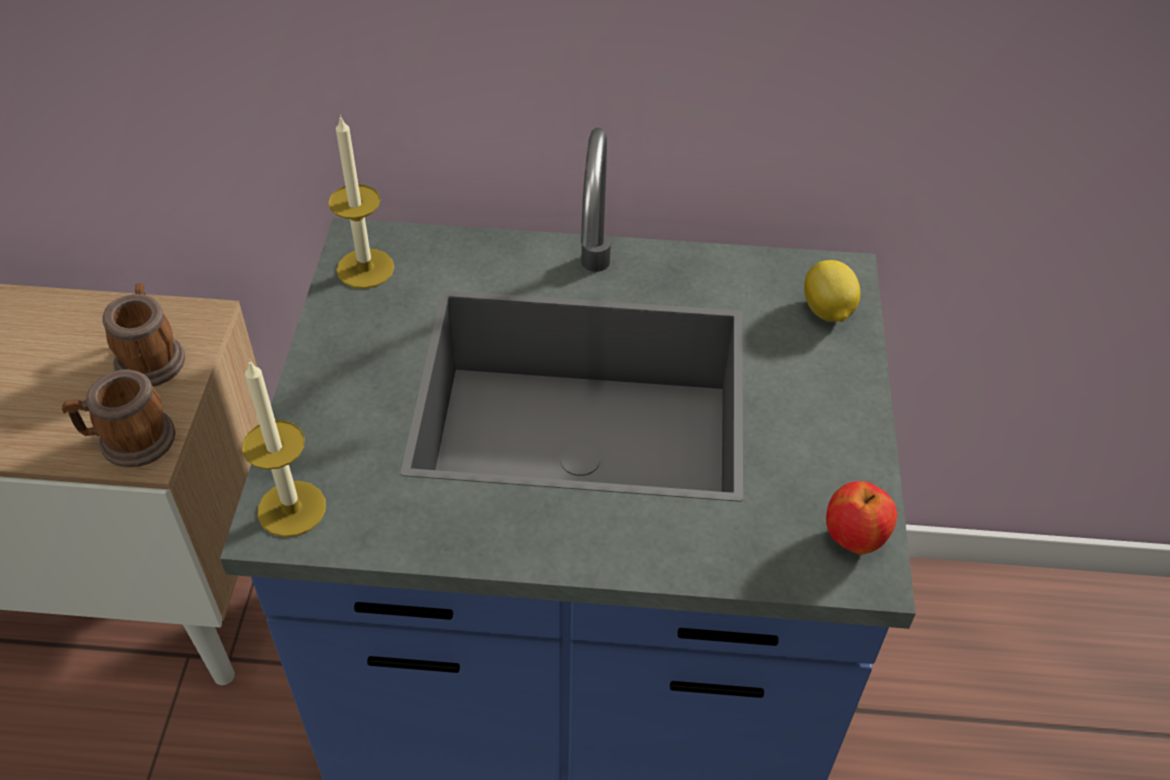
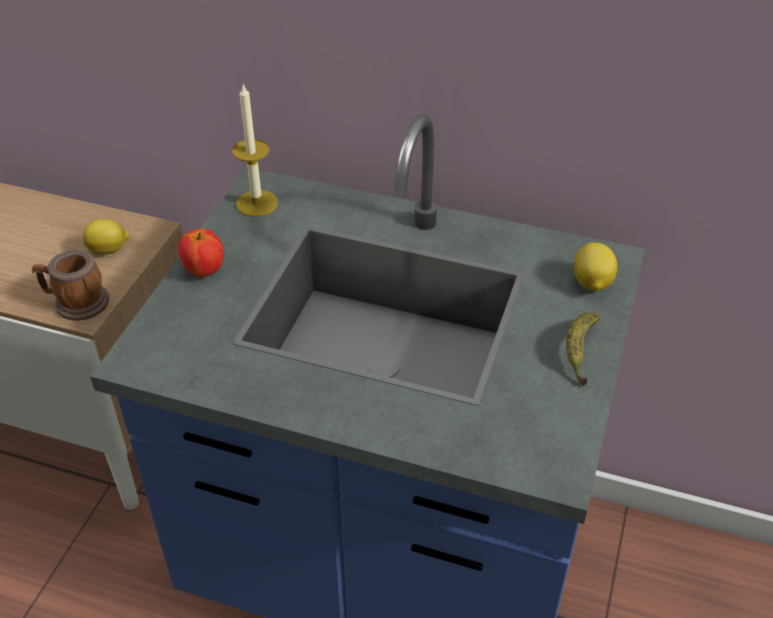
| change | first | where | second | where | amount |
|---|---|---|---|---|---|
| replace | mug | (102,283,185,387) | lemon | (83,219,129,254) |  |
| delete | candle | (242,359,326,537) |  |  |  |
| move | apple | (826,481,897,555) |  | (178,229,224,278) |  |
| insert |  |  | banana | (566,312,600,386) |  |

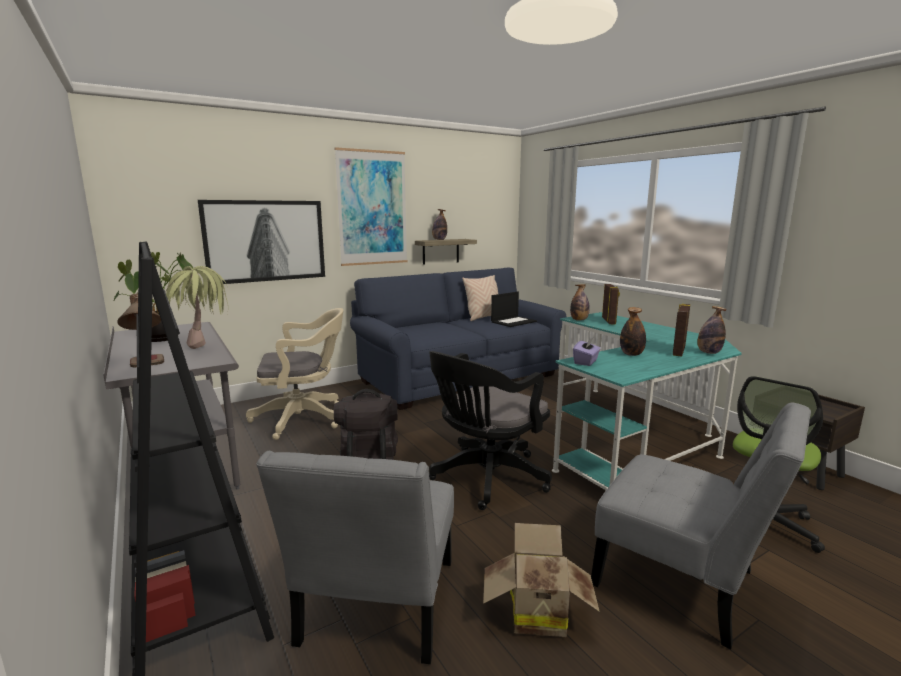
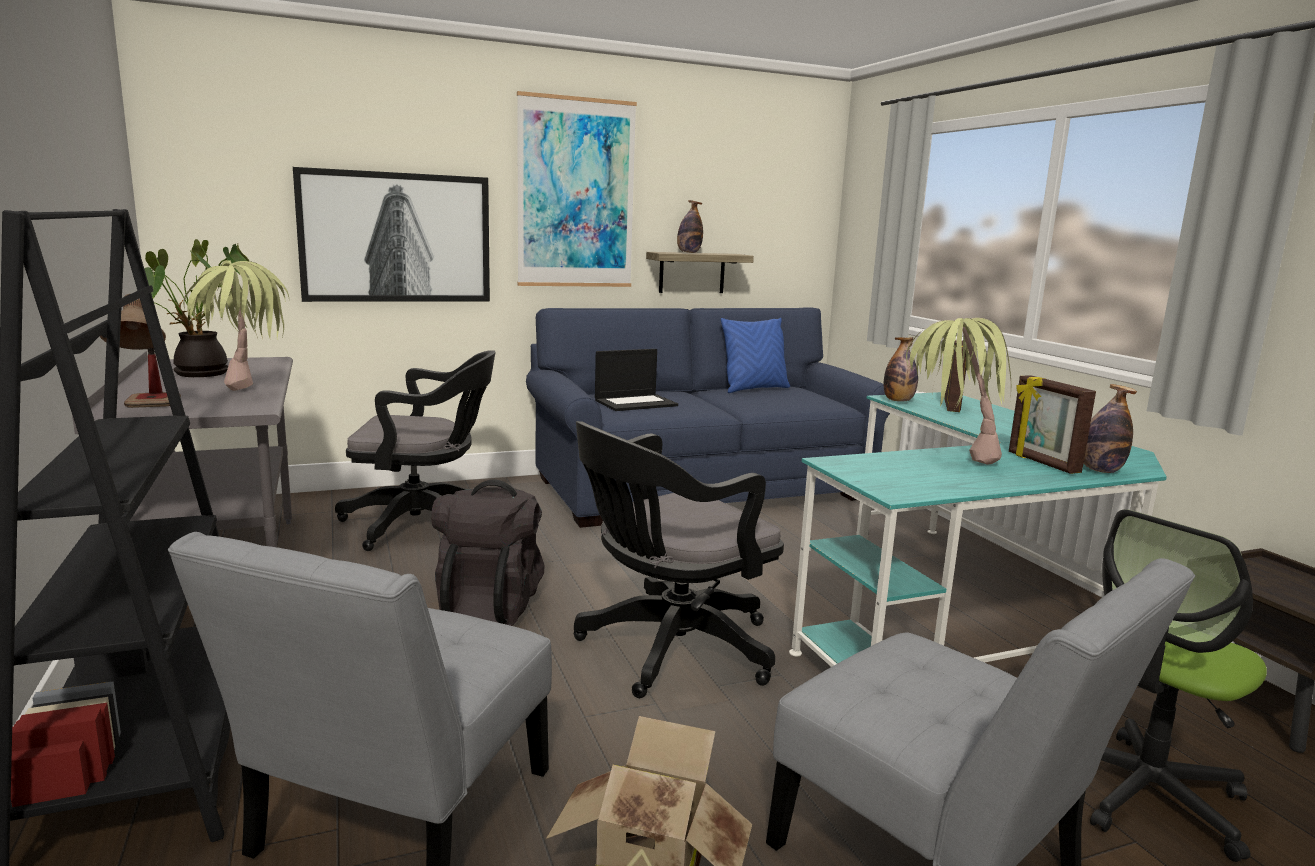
| change | first | where | second | where | amount |
|---|---|---|---|---|---|
| recolor | beige office chair | (246,308,343,440) | black office chair | (335,350,495,551) |  |
| recolor | beige pillow | (462,275,498,321) | blue pillow | (721,318,790,393) |  |
| move | laptop | (491,292,537,327) |  | (595,349,678,411) |  |
| delete | purple tissue box | (573,337,601,366) |  |  |  |
| replace | bottle | (620,307,646,356) | potted plant | (906,318,1011,465) |  |
| rotate | picture frame | (673,304,690,357) |  | (1009,375,1096,474) | 60 degrees counterclockwise |

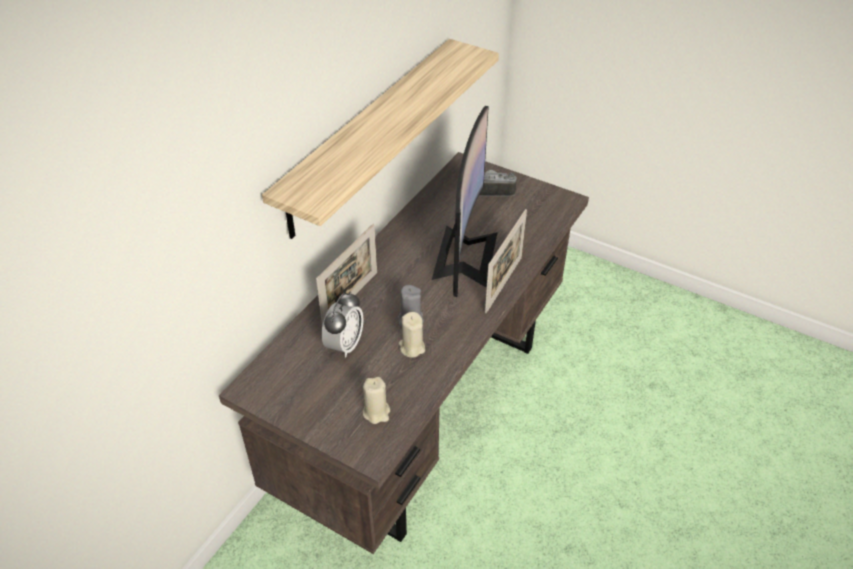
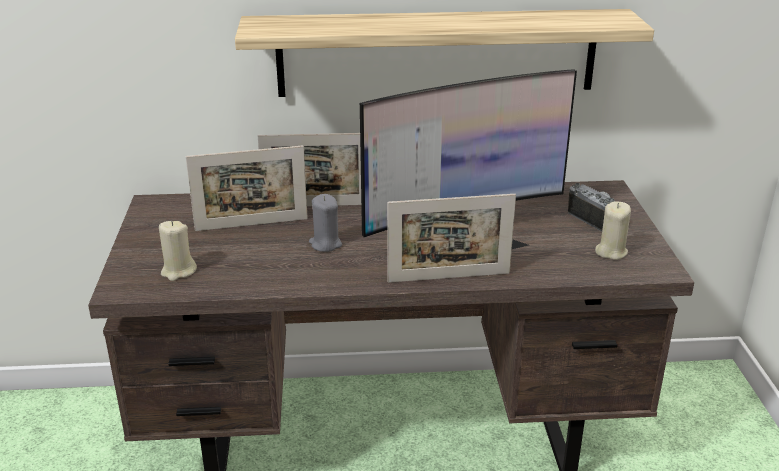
| change | first | where | second | where | amount |
|---|---|---|---|---|---|
| replace | alarm clock | (321,291,364,357) | picture frame | (186,145,308,231) |  |
| move | beige candle | (398,312,425,358) |  | (595,202,631,260) |  |

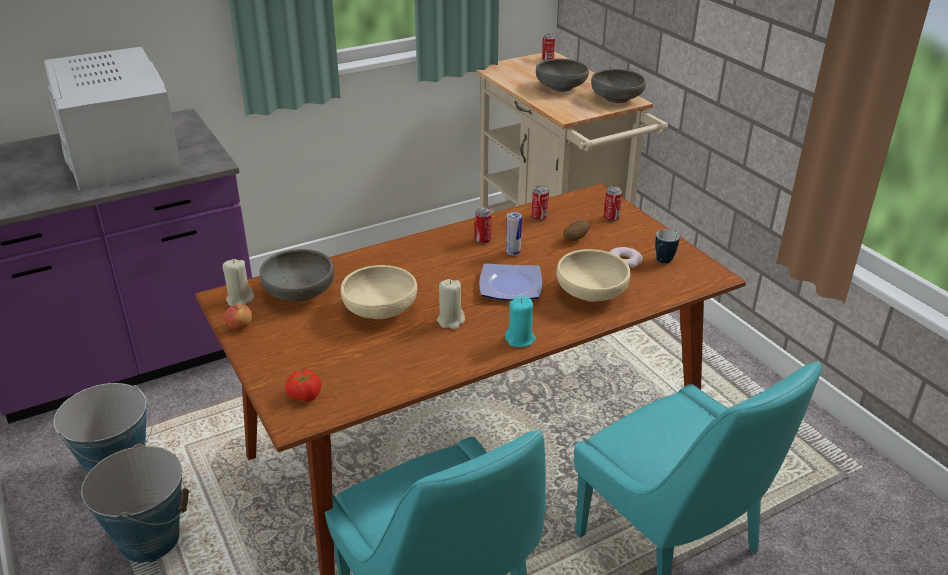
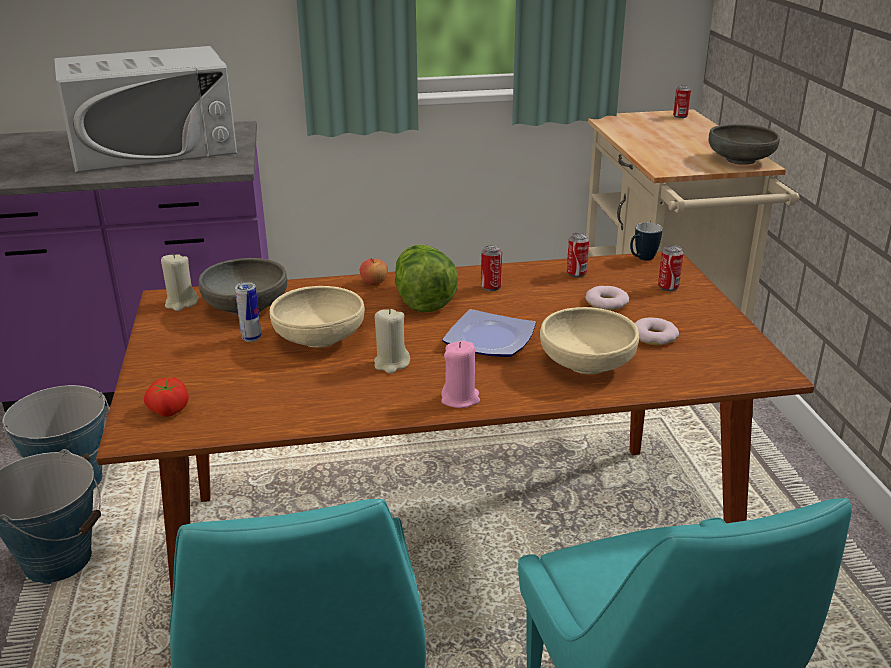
| change | first | where | second | where | amount |
|---|---|---|---|---|---|
| rotate | white microwave | (44,46,182,191) |  | (54,46,237,173) | 105 degrees counterclockwise |
| move | apple | (225,304,252,330) |  | (360,258,388,285) |  |
| recolor | turquoise candle | (505,297,536,347) | pink candle | (441,341,480,408) |  |
| move | can | (506,212,522,256) |  | (235,282,261,342) |  |
| delete | grey bowl | (536,59,589,92) |  |  |  |
| replace | potato | (563,220,590,241) | donut | (586,286,629,310) |  |
| move | mug | (655,229,680,263) |  | (630,222,662,261) |  |
| insert |  |  | lettuce | (395,245,458,312) |  |

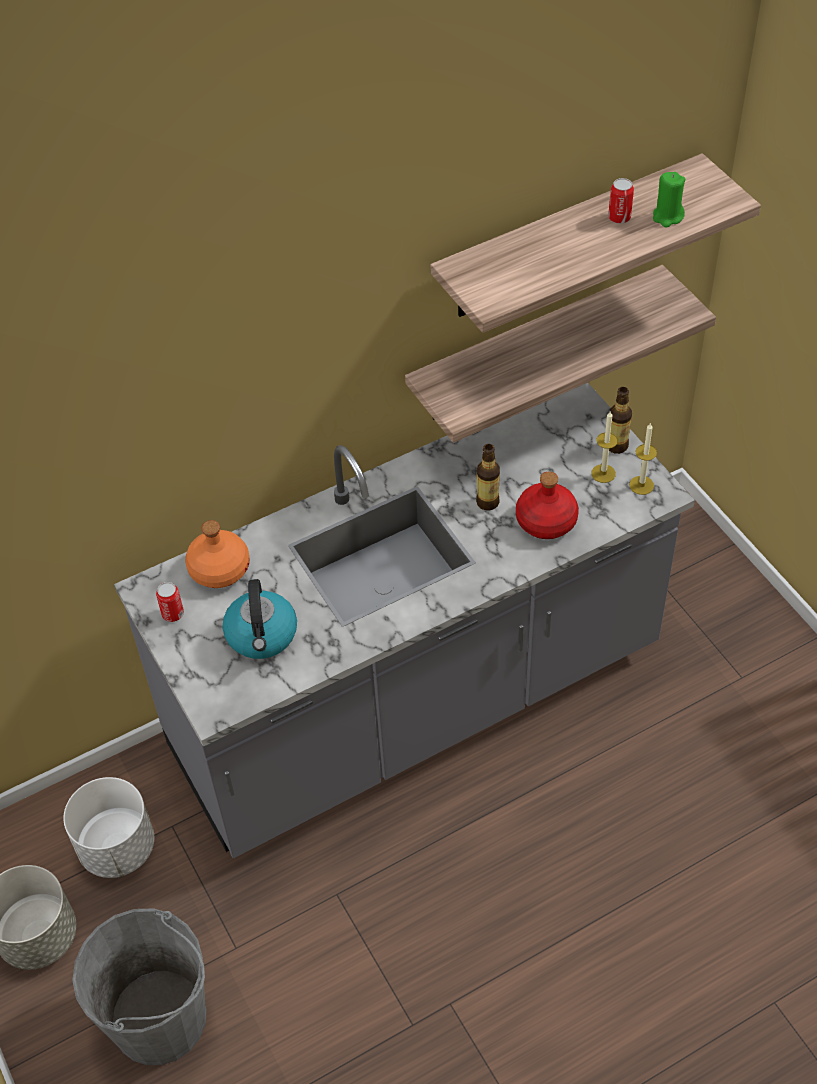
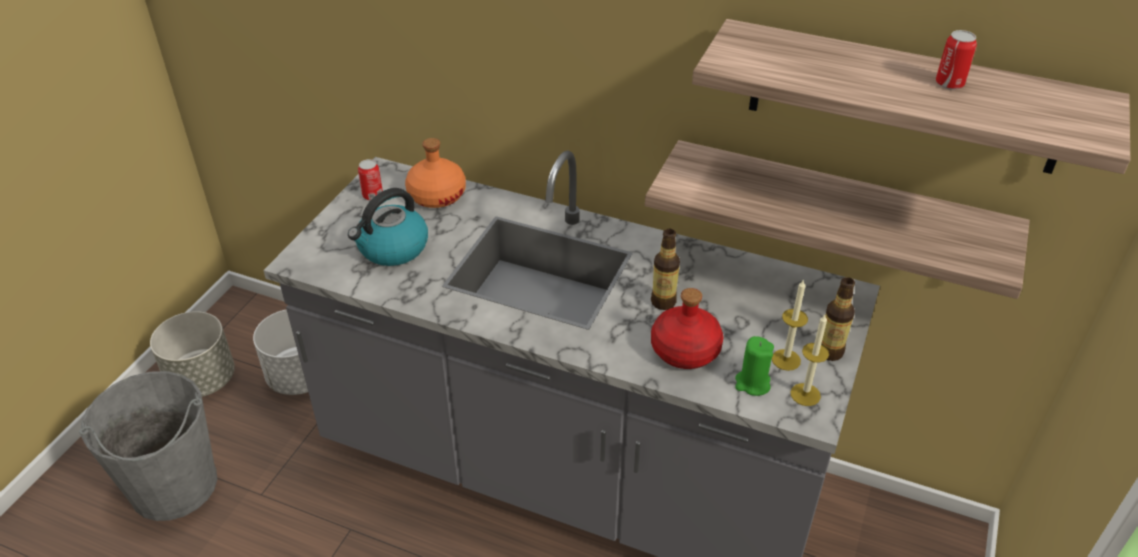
| change | first | where | second | where | amount |
|---|---|---|---|---|---|
| move | green candle | (653,172,685,228) |  | (735,336,774,396) |  |

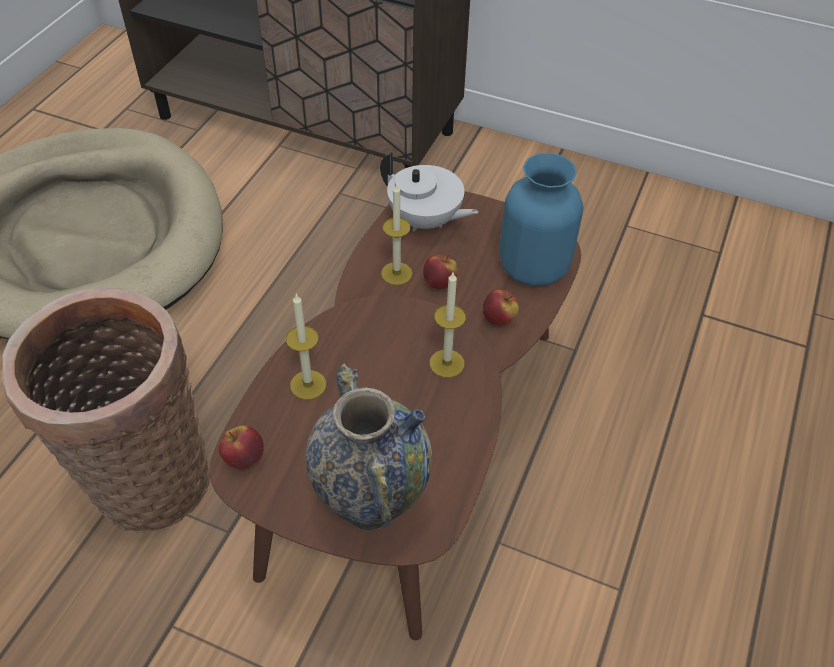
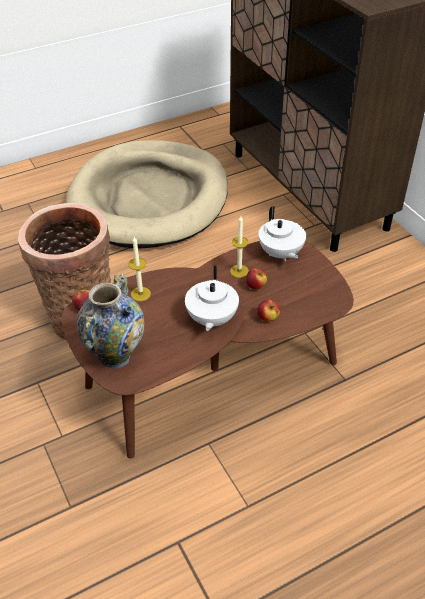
| change | first | where | second | where | amount |
|---|---|---|---|---|---|
| replace | candle | (430,272,466,378) | white teapot | (185,265,239,331) |  |
| delete | blue vase | (499,153,583,286) |  |  |  |

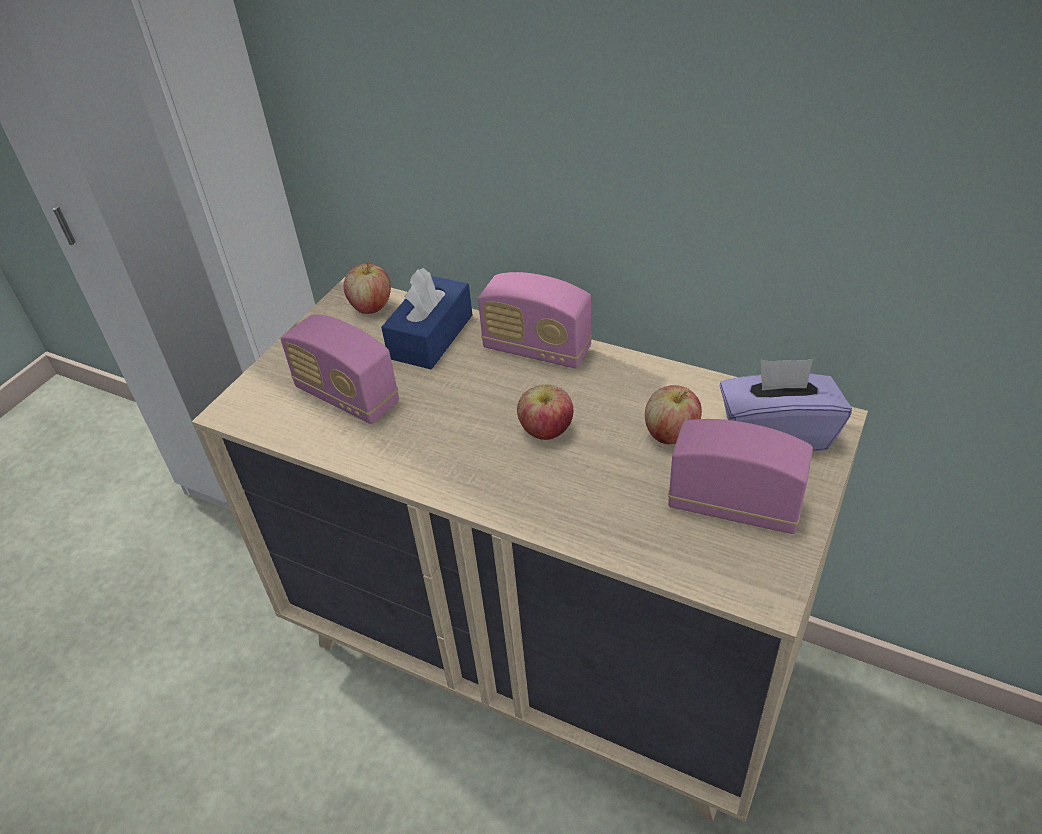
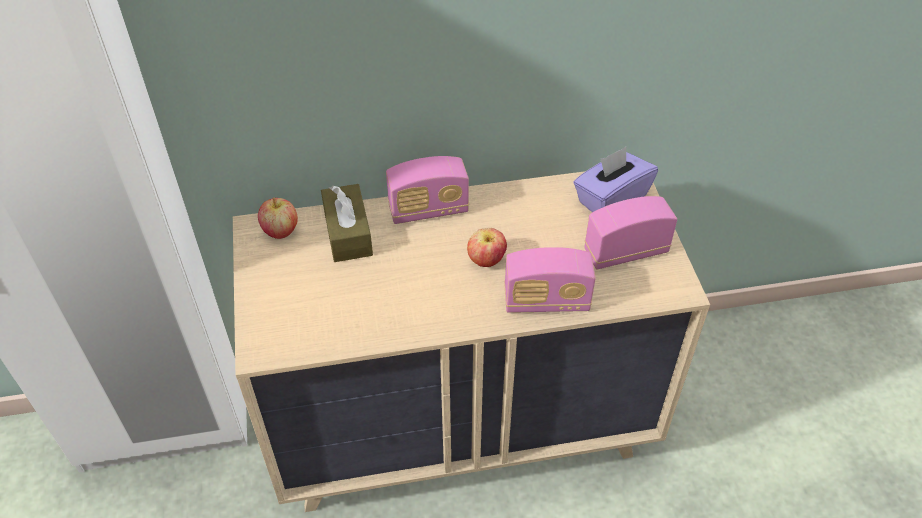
| change | first | where | second | where | amount |
|---|---|---|---|---|---|
| move | radio | (280,315,399,424) |  | (504,247,595,313) |  |
| recolor | blue tissue box | (381,268,472,369) | brown tissue box | (321,184,373,262) |  |
| delete | apple | (645,385,702,444) |  |  |  |

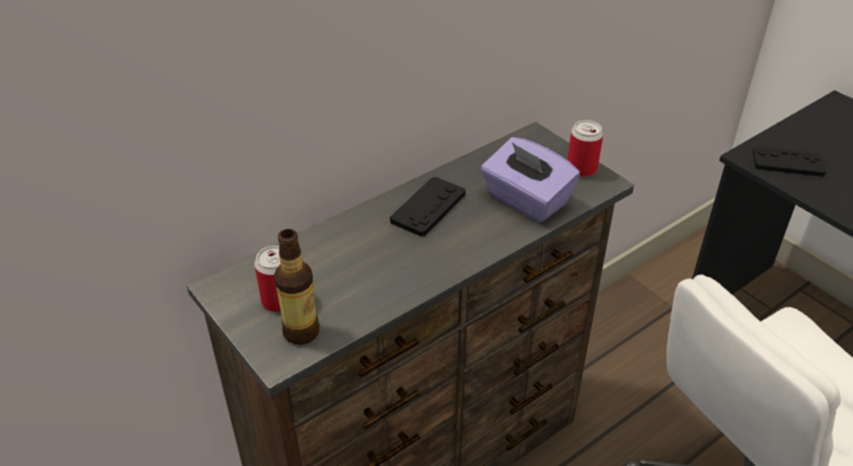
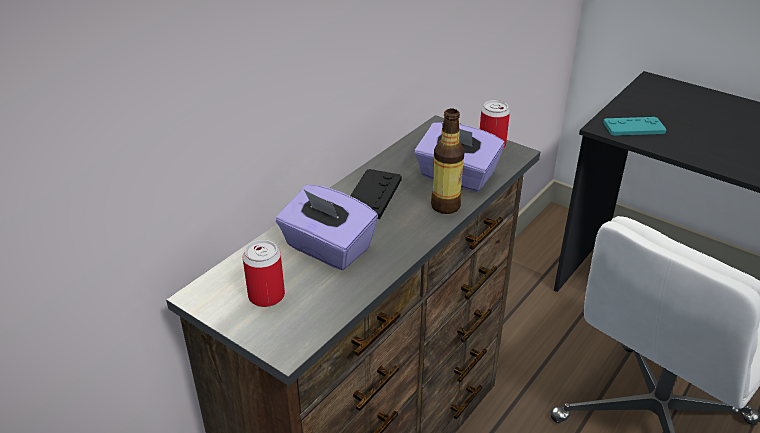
| change | first | where | second | where | amount |
|---|---|---|---|---|---|
| move | bottle | (274,229,319,345) |  | (431,109,465,214) |  |
| recolor | black game controller | (753,146,826,177) | turquoise game controller | (603,117,667,136) |  |
| insert |  |  | purple tissue box | (276,185,378,270) |  |

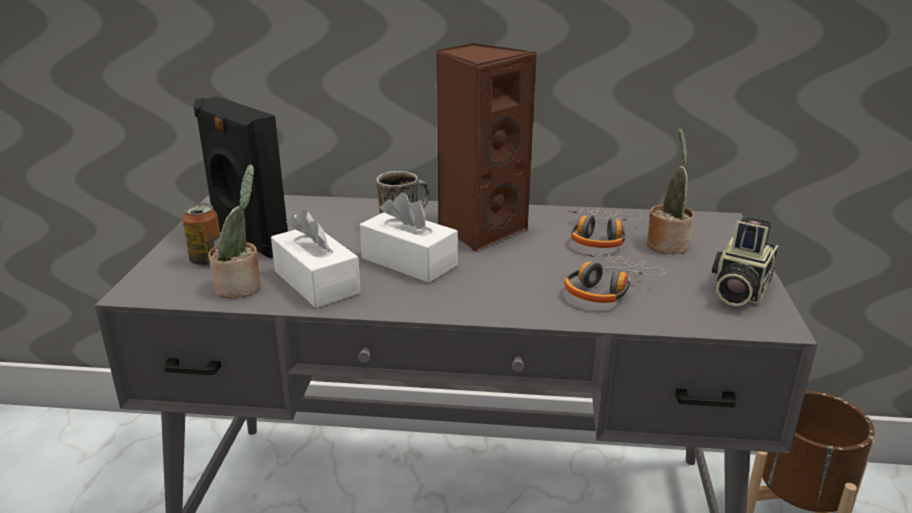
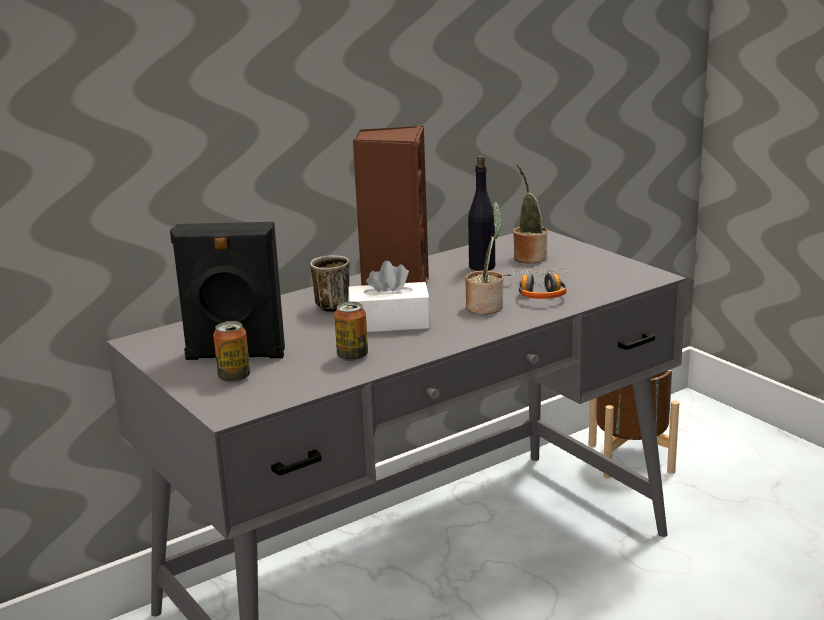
| change | first | where | second | where | amount |
|---|---|---|---|---|---|
| move | potted plant | (208,164,261,298) |  | (465,202,503,314) |  |
| replace | white tissue box | (271,210,361,308) | can | (334,302,368,361) |  |
| replace | headphones | (568,208,643,248) | black bottle | (468,156,495,271) |  |
| delete | photo camera | (712,217,779,306) |  |  |  |

